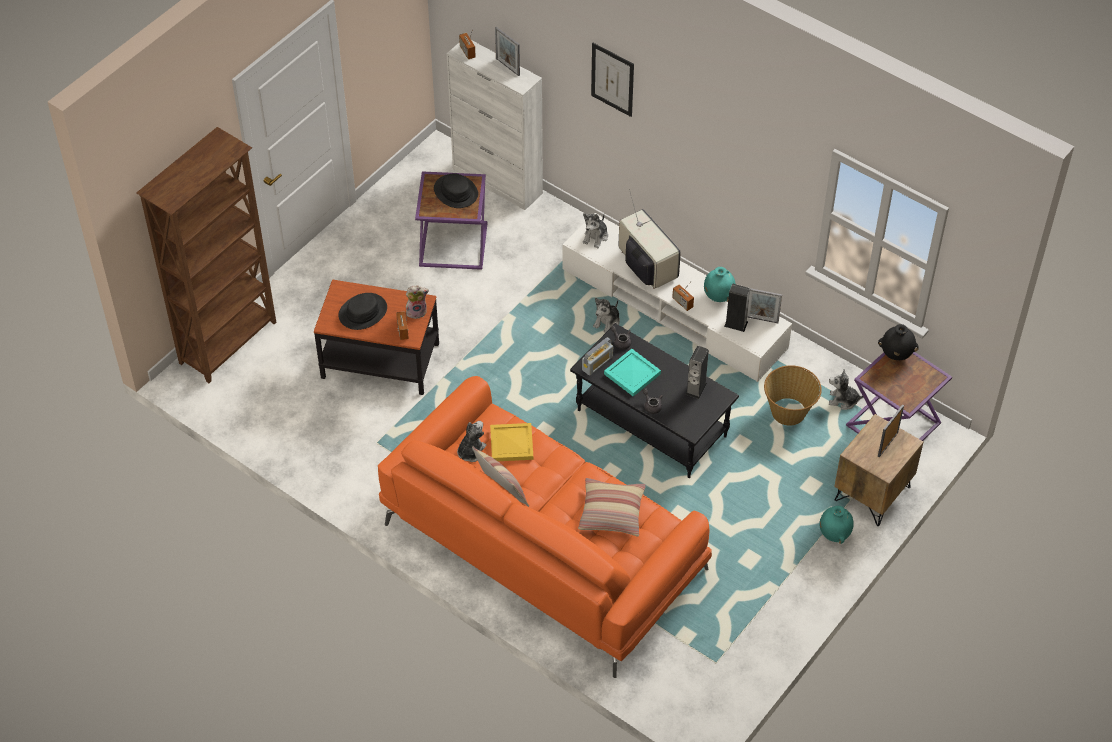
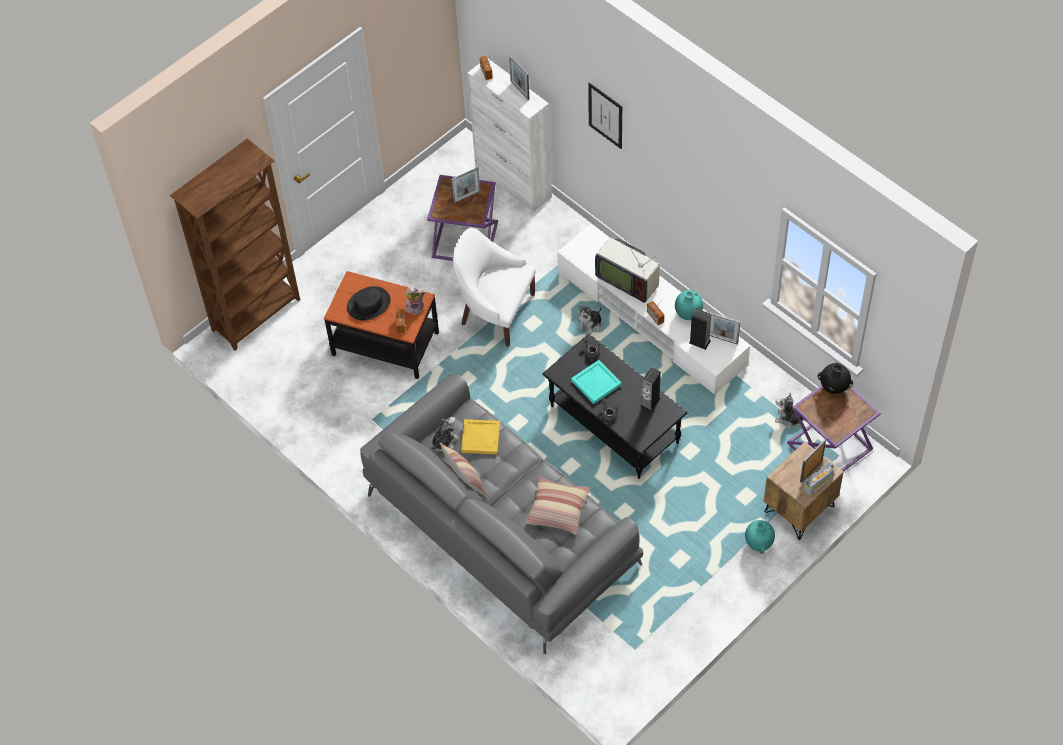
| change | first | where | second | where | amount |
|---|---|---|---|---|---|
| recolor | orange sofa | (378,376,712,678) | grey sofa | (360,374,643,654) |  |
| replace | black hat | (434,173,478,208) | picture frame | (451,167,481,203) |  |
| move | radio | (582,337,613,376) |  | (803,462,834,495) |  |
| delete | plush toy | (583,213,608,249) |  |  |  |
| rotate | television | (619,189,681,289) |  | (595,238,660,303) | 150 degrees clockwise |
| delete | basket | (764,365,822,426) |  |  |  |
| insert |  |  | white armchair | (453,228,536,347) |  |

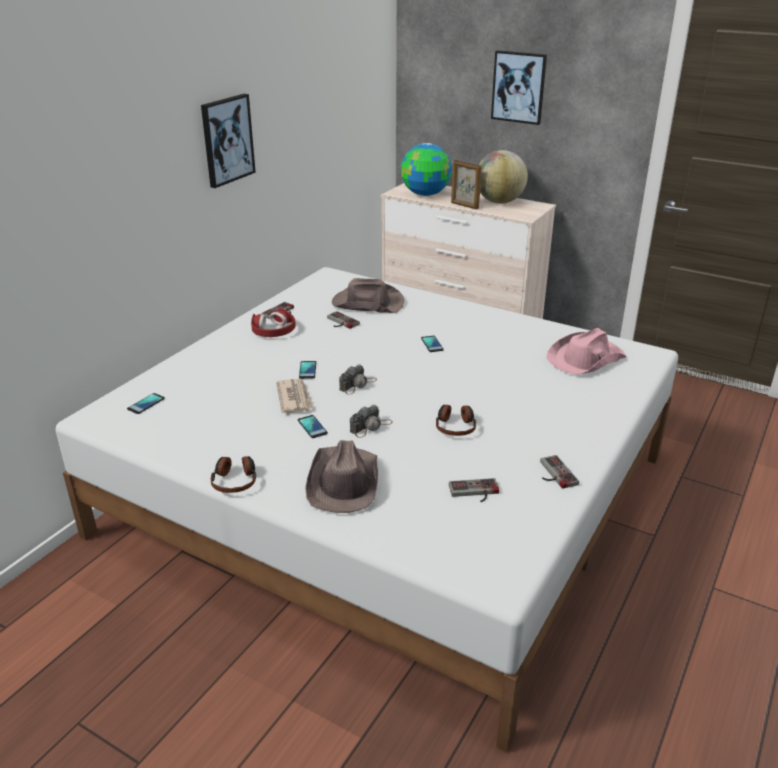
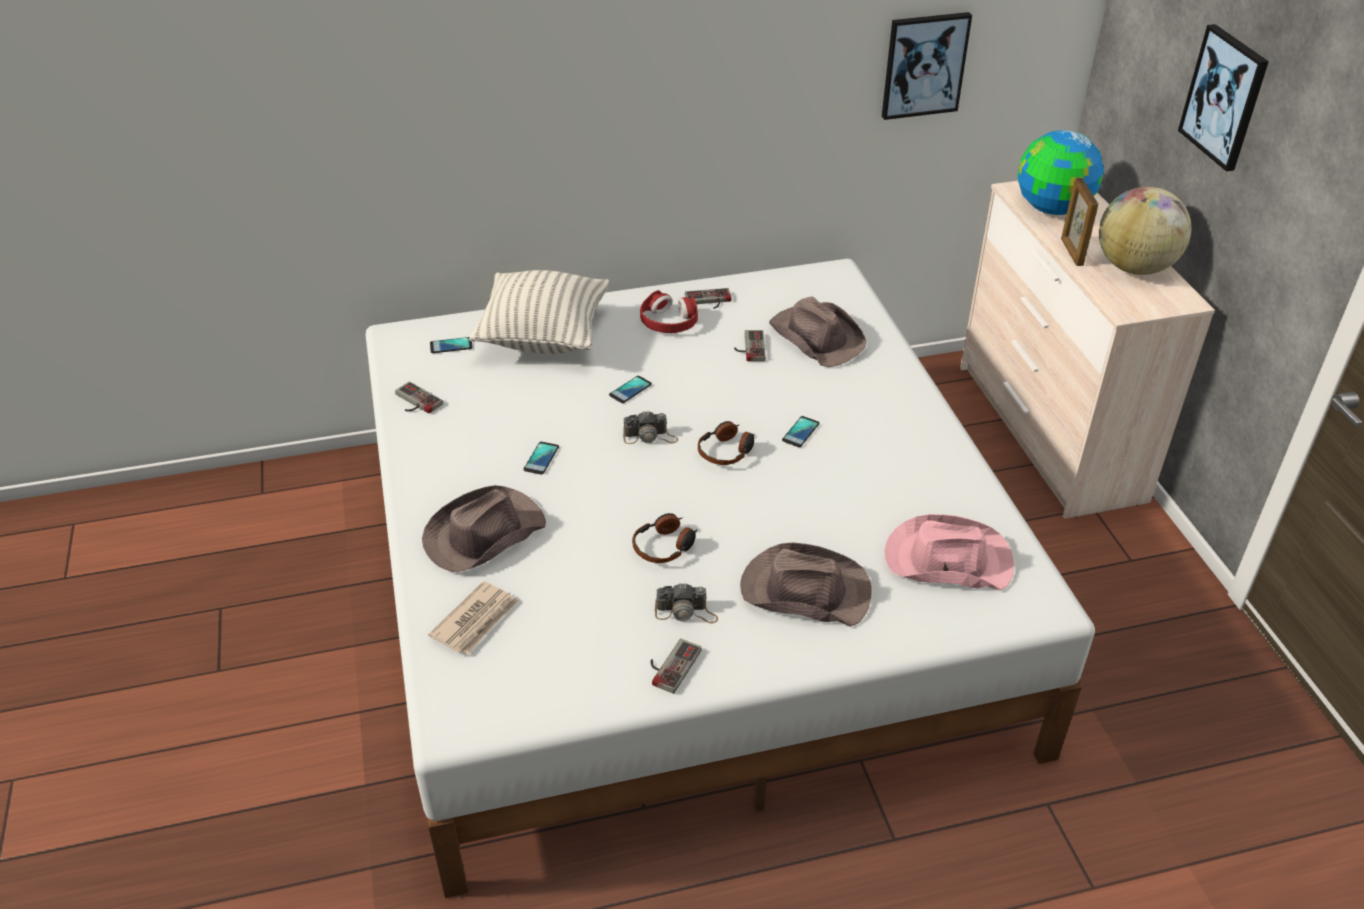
| change | first | where | second | where | amount |
|---|---|---|---|---|---|
| move | picture | (201,94,256,188) |  | (882,12,972,120) |  |
| move | headphones | (211,456,256,493) |  | (698,421,755,465) |  |
| move | newspaper | (276,379,314,413) |  | (428,581,518,654) |  |
| move | photo camera | (350,405,393,438) |  | (655,583,718,624) |  |
| move | game controller | (449,478,499,502) |  | (395,381,443,413) |  |
| insert |  |  | pillow | (469,270,609,354) |  |
| insert |  |  | brown hat | (740,542,871,627) |  |

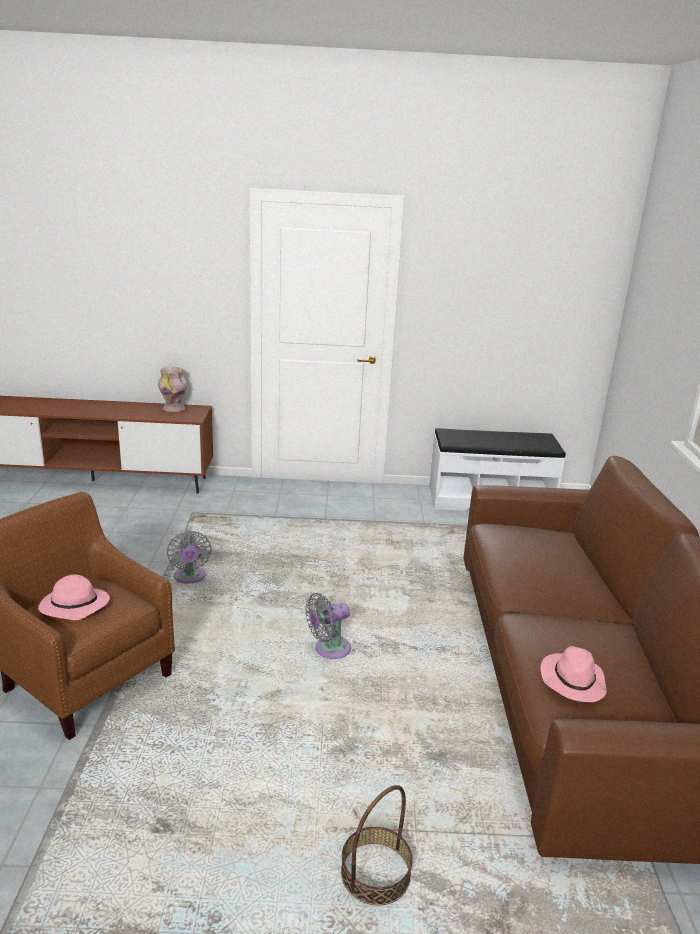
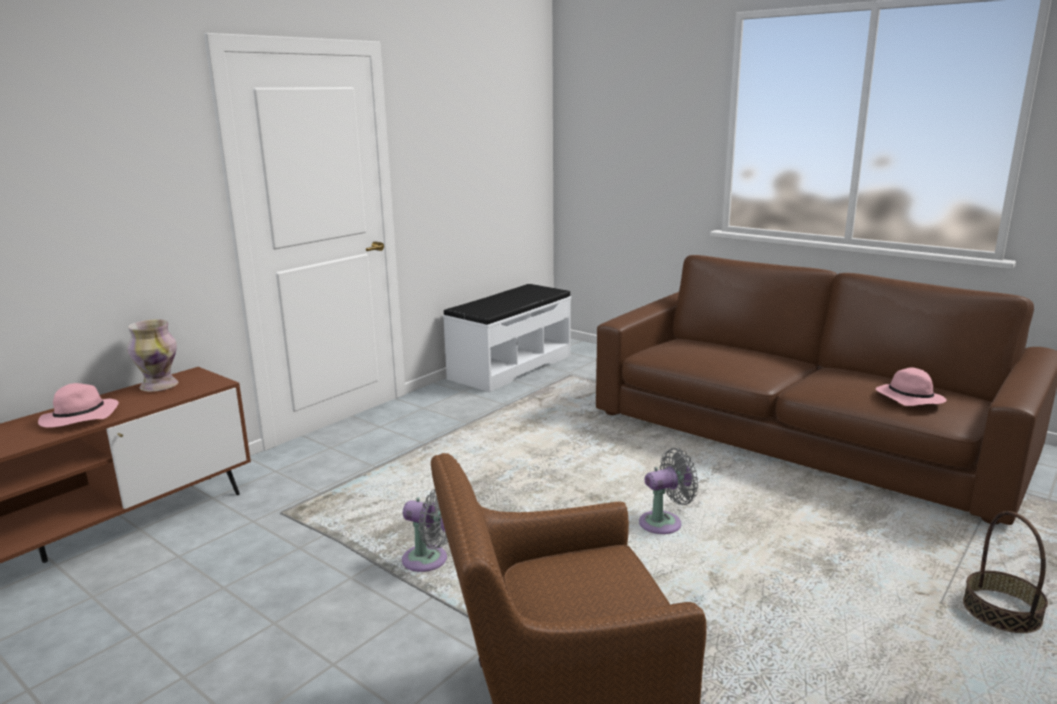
| change | first | where | second | where | amount |
|---|---|---|---|---|---|
| move | pink hat | (38,575,110,620) |  | (38,383,119,428) |  |
| rotate | grey fan | (305,593,351,659) |  | (639,448,698,534) | 120 degrees counterclockwise |

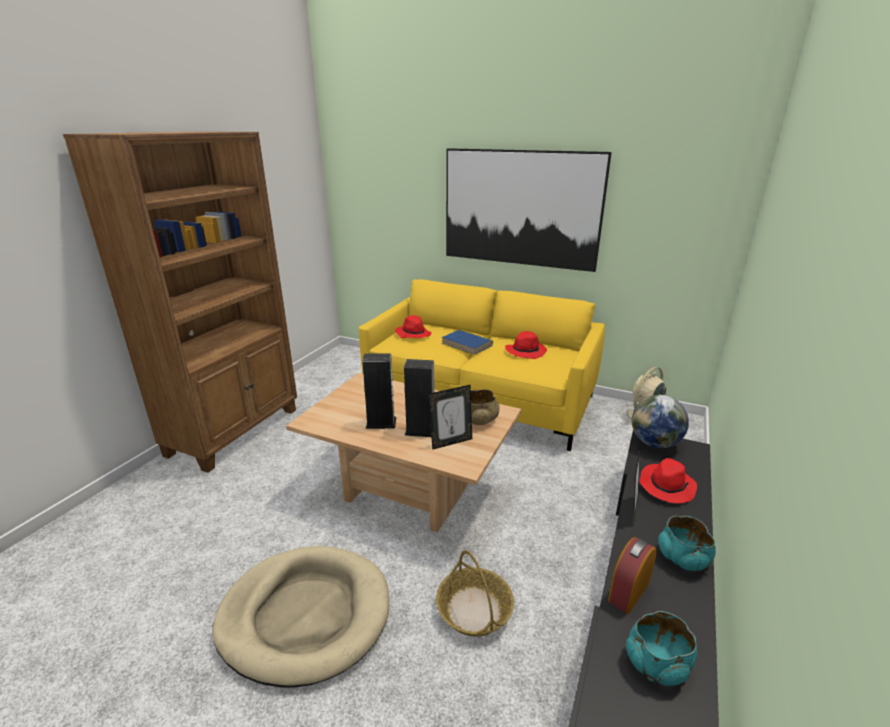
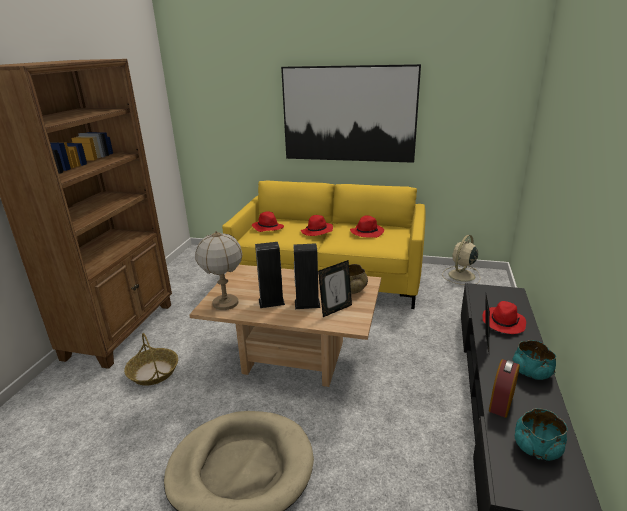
| change | first | where | second | where | amount |
|---|---|---|---|---|---|
| move | basket | (436,550,514,637) |  | (124,333,178,386) |  |
| replace | blue book | (442,330,493,355) | red hat | (301,215,333,236) |  |
| delete | globe | (632,395,689,448) |  |  |  |
| insert |  |  | table lamp | (196,231,242,310) |  |

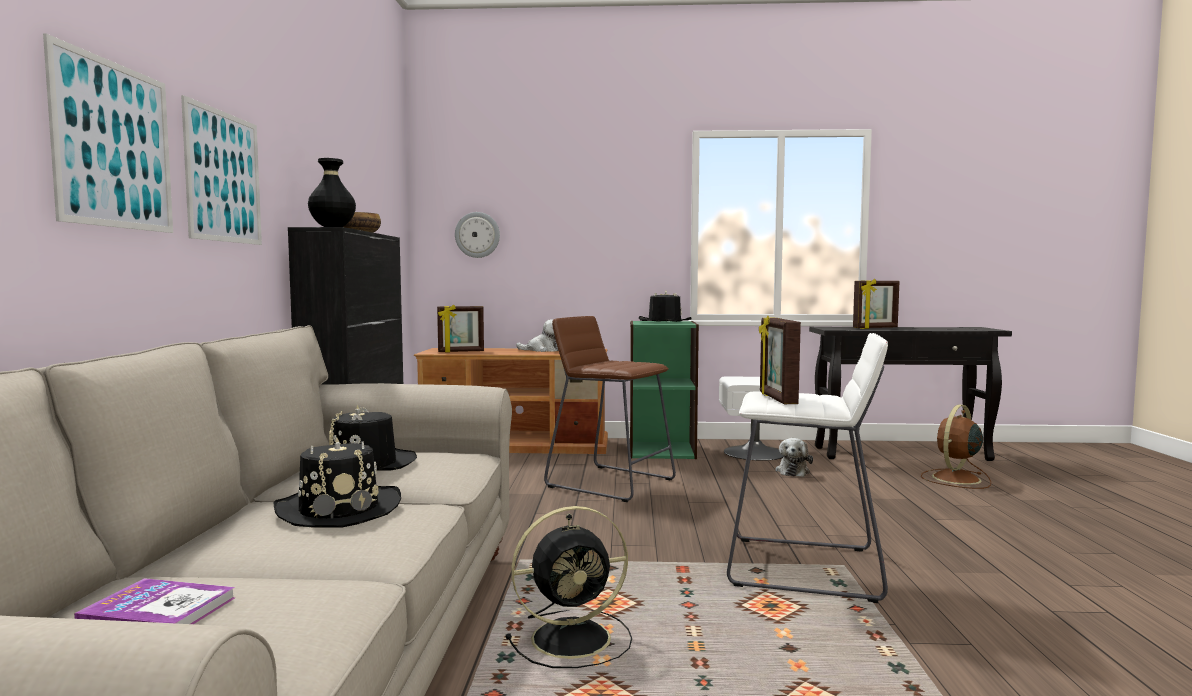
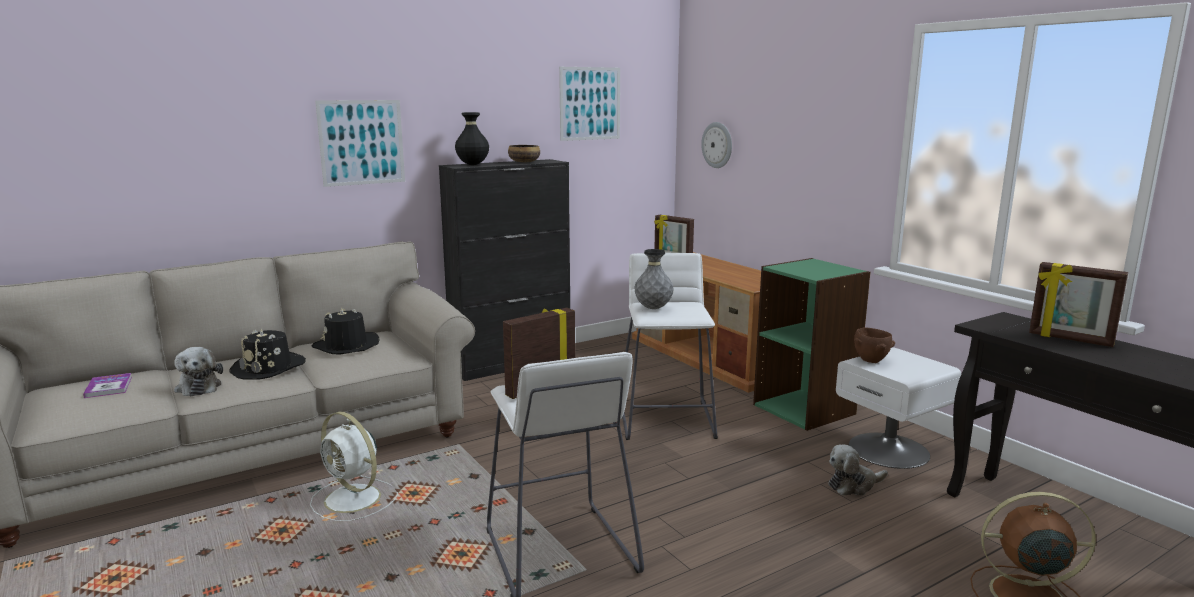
| change | first | where | second | where | amount |
|---|---|---|---|---|---|
| move | picture | (43,34,173,233) |  | (559,67,620,141) |  |
| recolor | black fan | (506,506,632,668) | white fan | (310,412,398,521) |  |
| move | plush toy | (516,320,559,352) |  | (174,347,223,396) |  |
| recolor | brown stool | (544,316,676,502) | white stool | (622,253,718,440) |  |
| delete | black hat | (639,291,692,322) |  |  |  |
| insert |  |  | grey vase | (634,249,674,309) |  |
| insert |  |  | brown bowl | (854,328,895,363) |  |

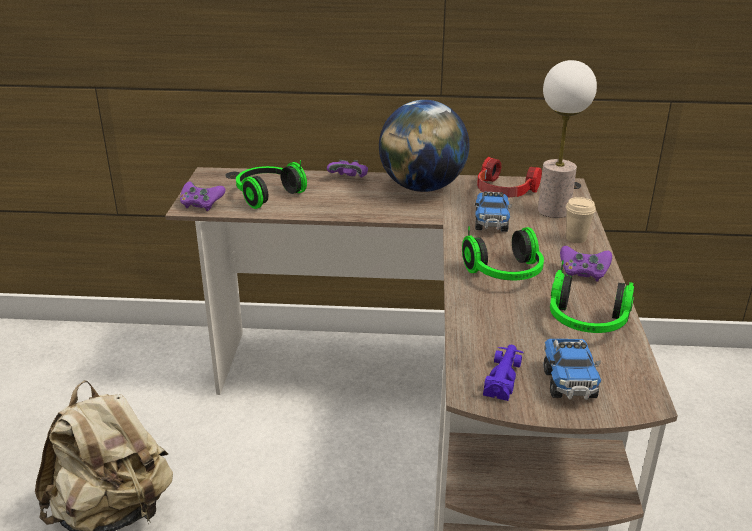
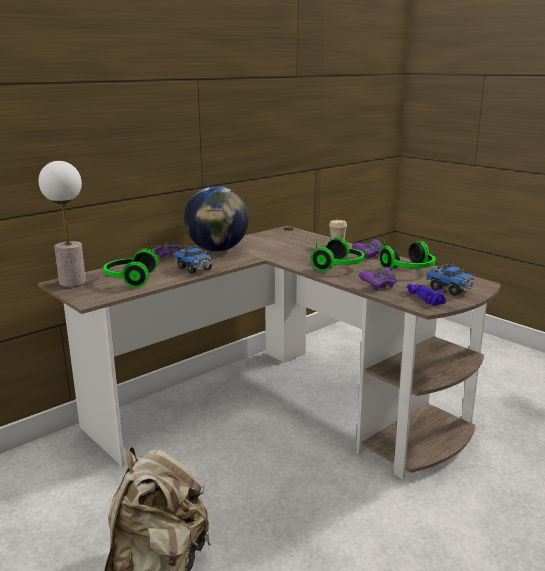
| change | first | where | second | where | amount |
|---|---|---|---|---|---|
| move | purple game controller | (180,181,225,211) |  | (359,267,397,291) |  |
| move | toy truck | (475,191,512,232) |  | (175,245,212,274) |  |
| delete | headphones | (477,157,542,198) |  |  |  |
| move | table lamp | (538,60,597,218) |  | (39,161,86,287) |  |

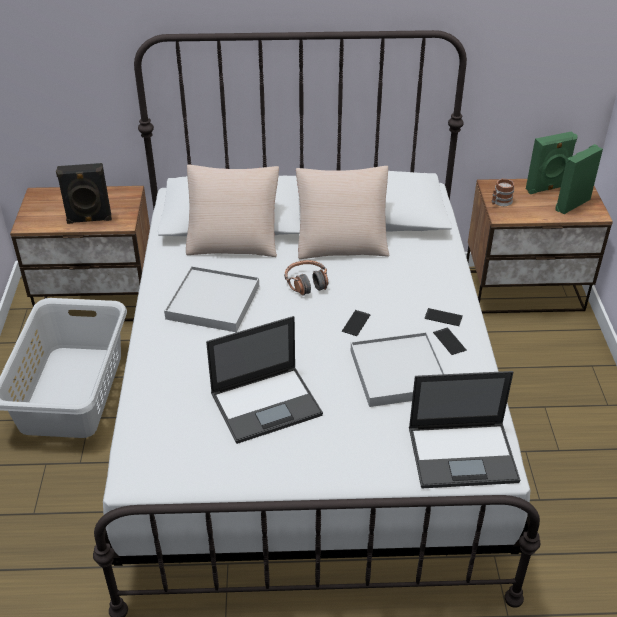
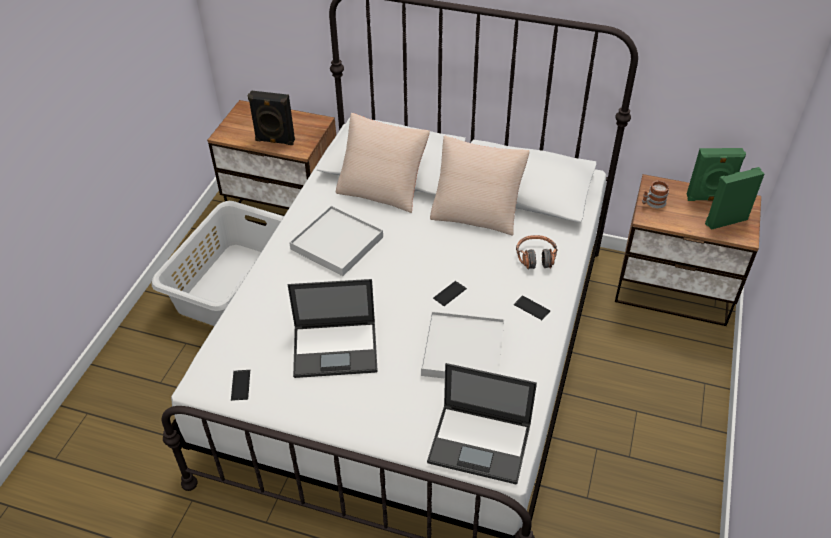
| change | first | where | second | where | amount |
|---|---|---|---|---|---|
| move | headphones | (284,260,328,296) |  | (516,235,557,270) |  |
| move | phone | (433,327,467,355) |  | (231,370,250,401) |  |

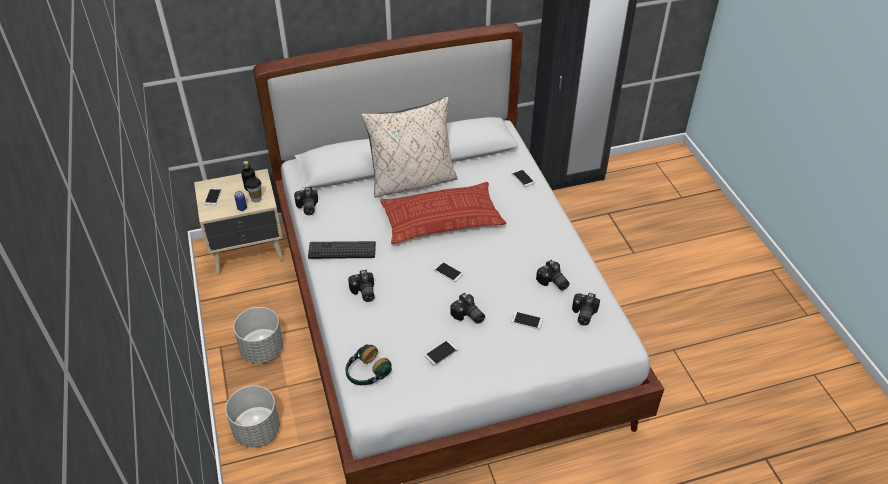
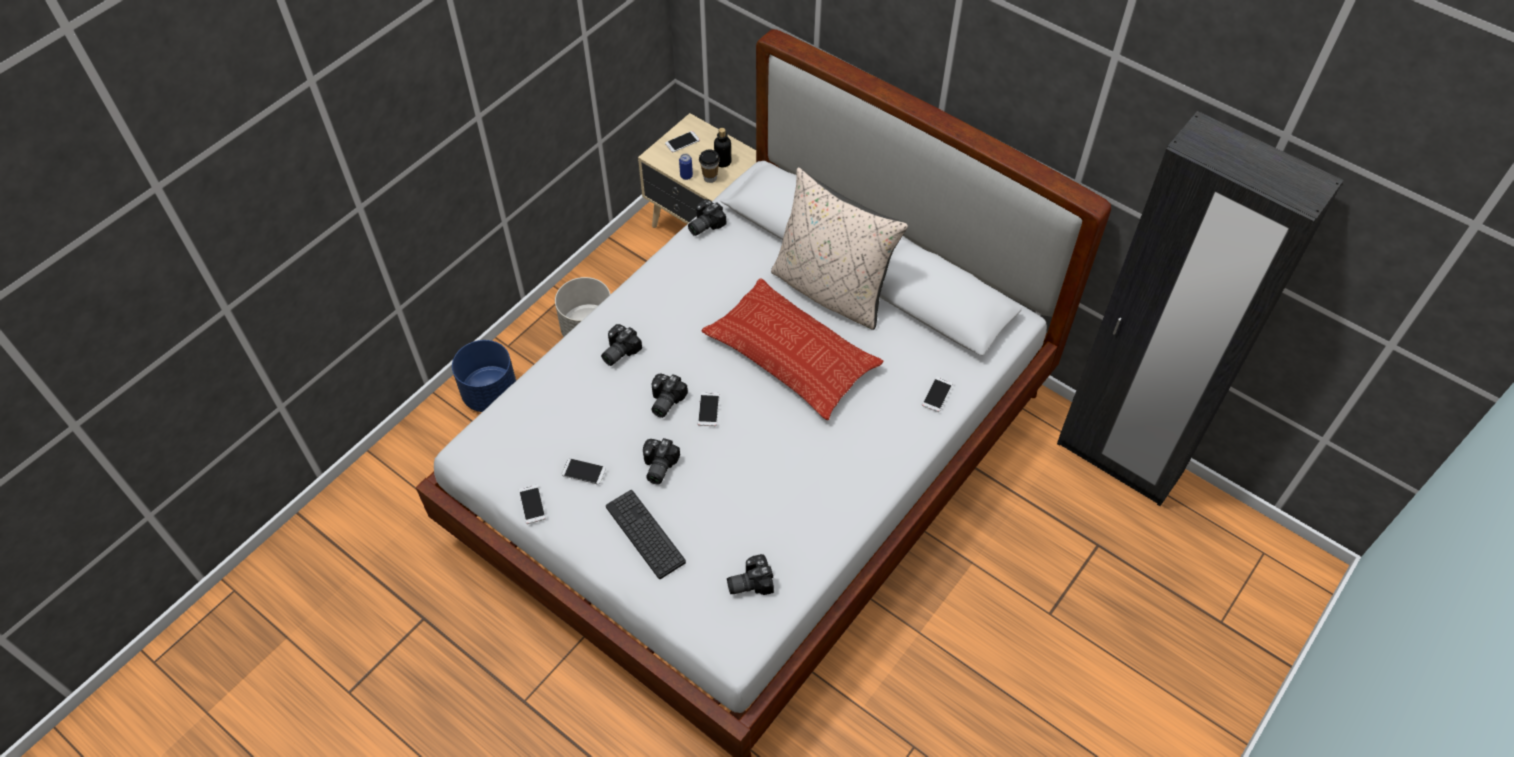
| change | first | where | second | where | amount |
|---|---|---|---|---|---|
| recolor | grey planter | (225,385,280,447) | blue planter | (452,340,516,412) |  |
| move | keyboard | (308,241,376,259) |  | (606,490,686,579) |  |
| delete | headphones | (346,345,392,386) |  |  |  |
| move | phone | (511,311,543,329) |  | (519,484,546,524) |  |
| move | photo camera | (536,260,570,290) |  | (651,373,688,418) |  |

